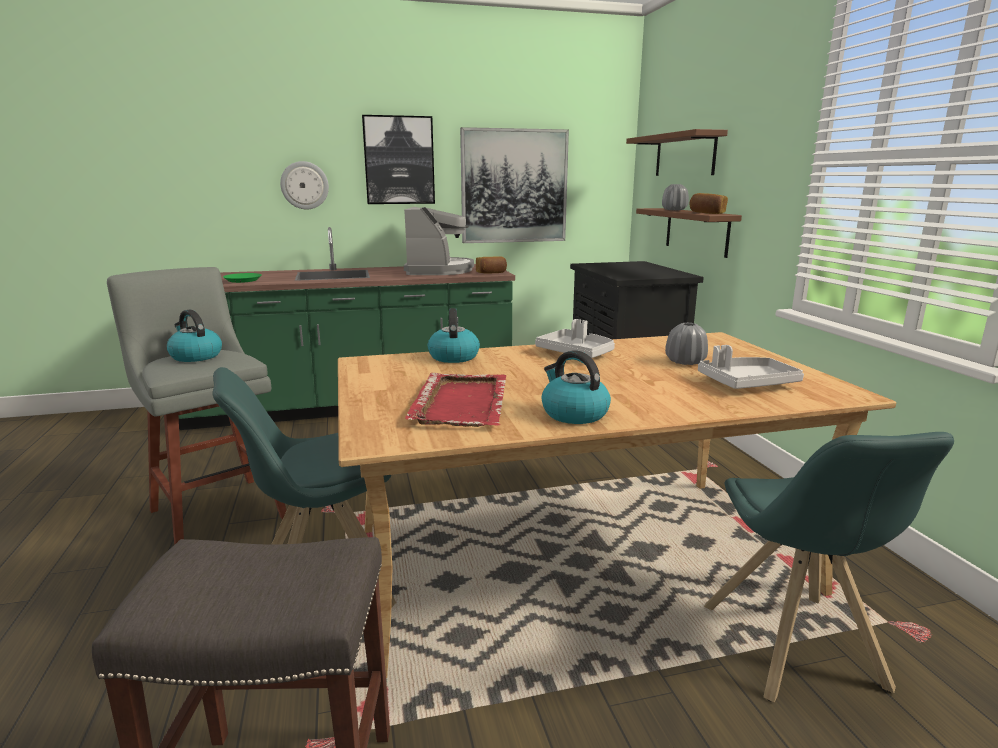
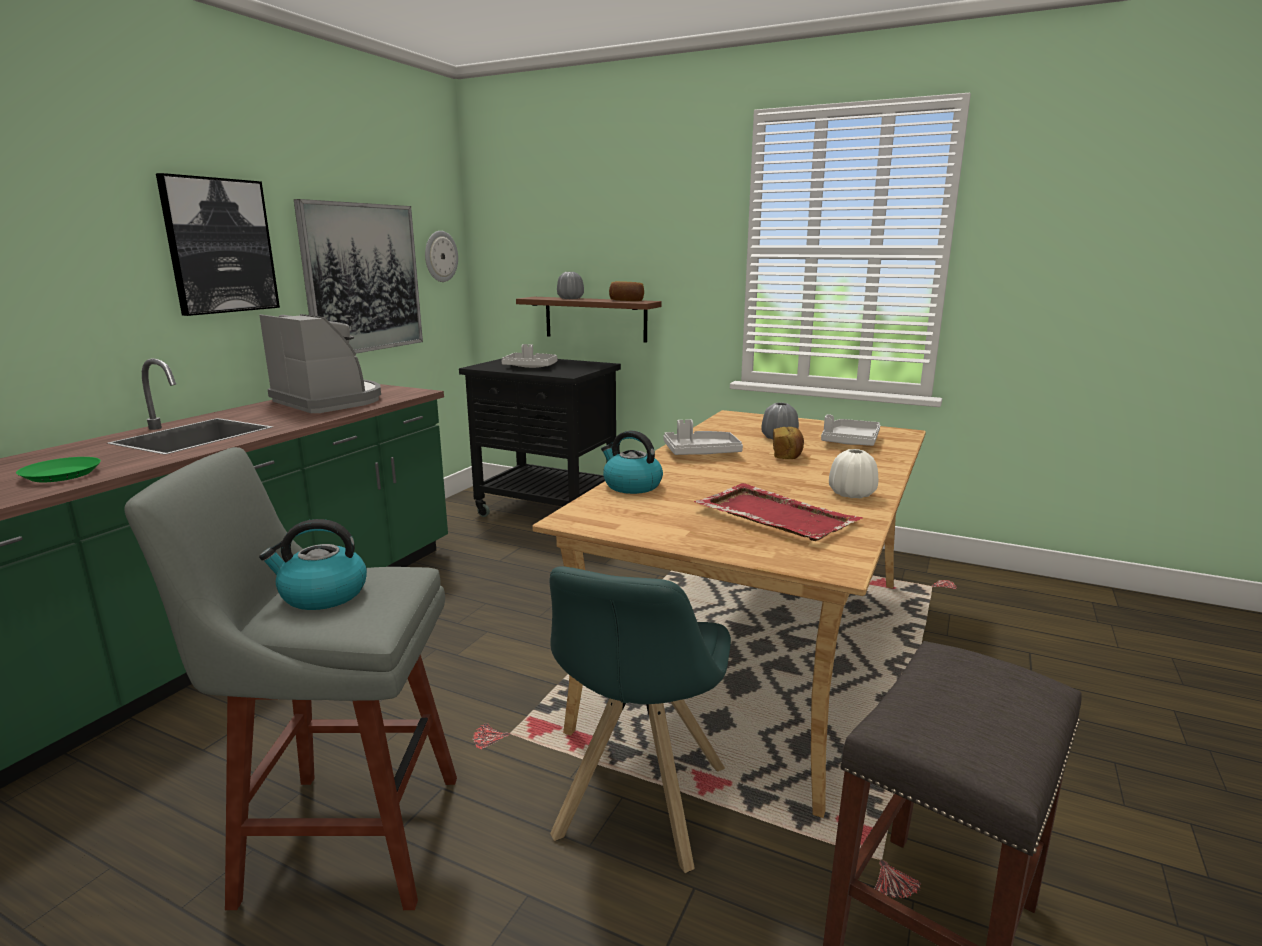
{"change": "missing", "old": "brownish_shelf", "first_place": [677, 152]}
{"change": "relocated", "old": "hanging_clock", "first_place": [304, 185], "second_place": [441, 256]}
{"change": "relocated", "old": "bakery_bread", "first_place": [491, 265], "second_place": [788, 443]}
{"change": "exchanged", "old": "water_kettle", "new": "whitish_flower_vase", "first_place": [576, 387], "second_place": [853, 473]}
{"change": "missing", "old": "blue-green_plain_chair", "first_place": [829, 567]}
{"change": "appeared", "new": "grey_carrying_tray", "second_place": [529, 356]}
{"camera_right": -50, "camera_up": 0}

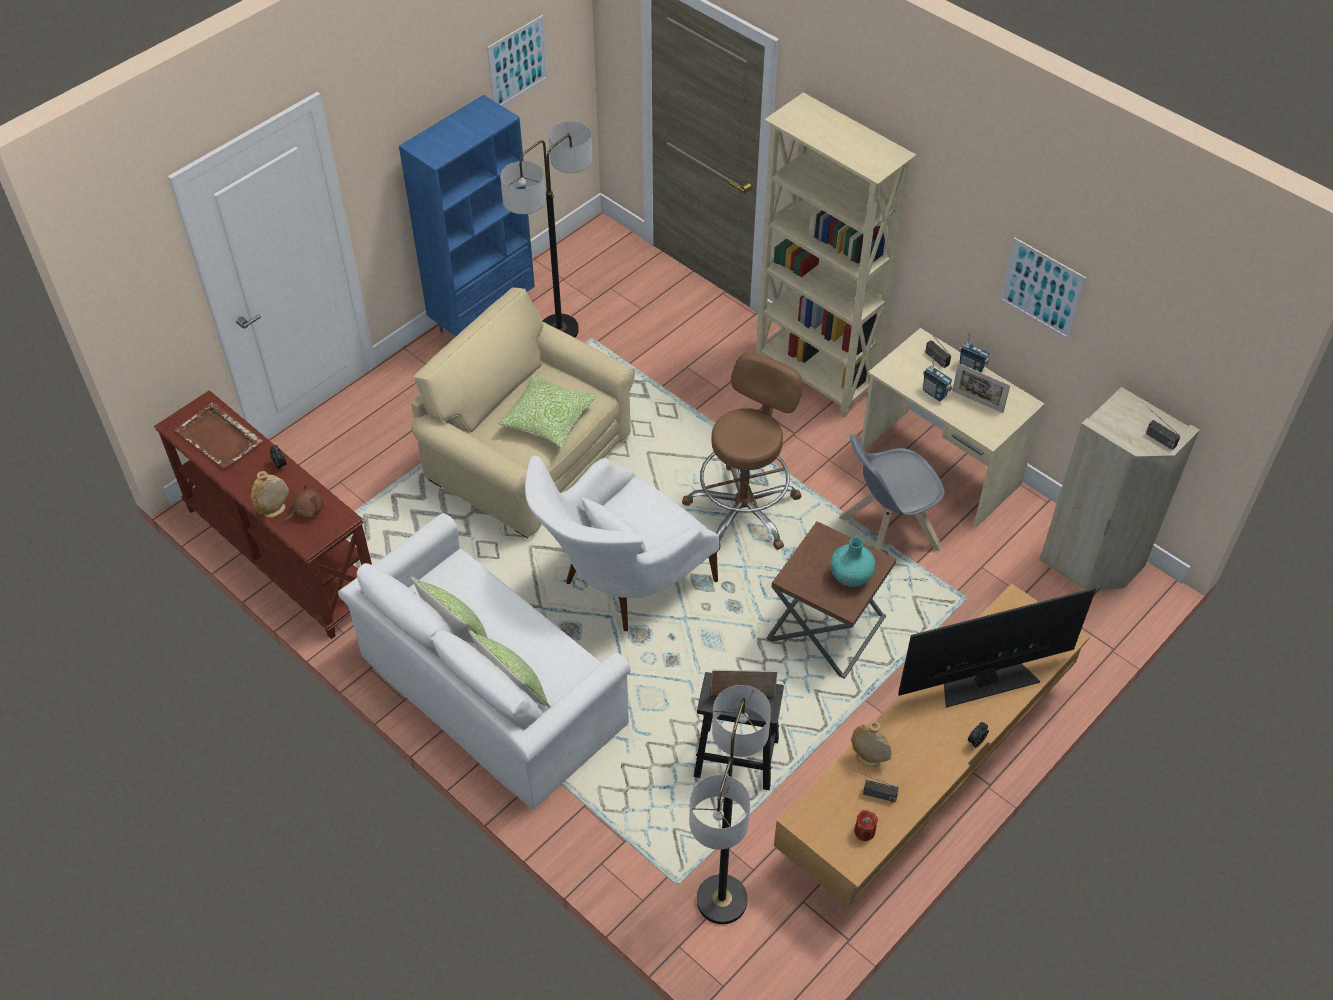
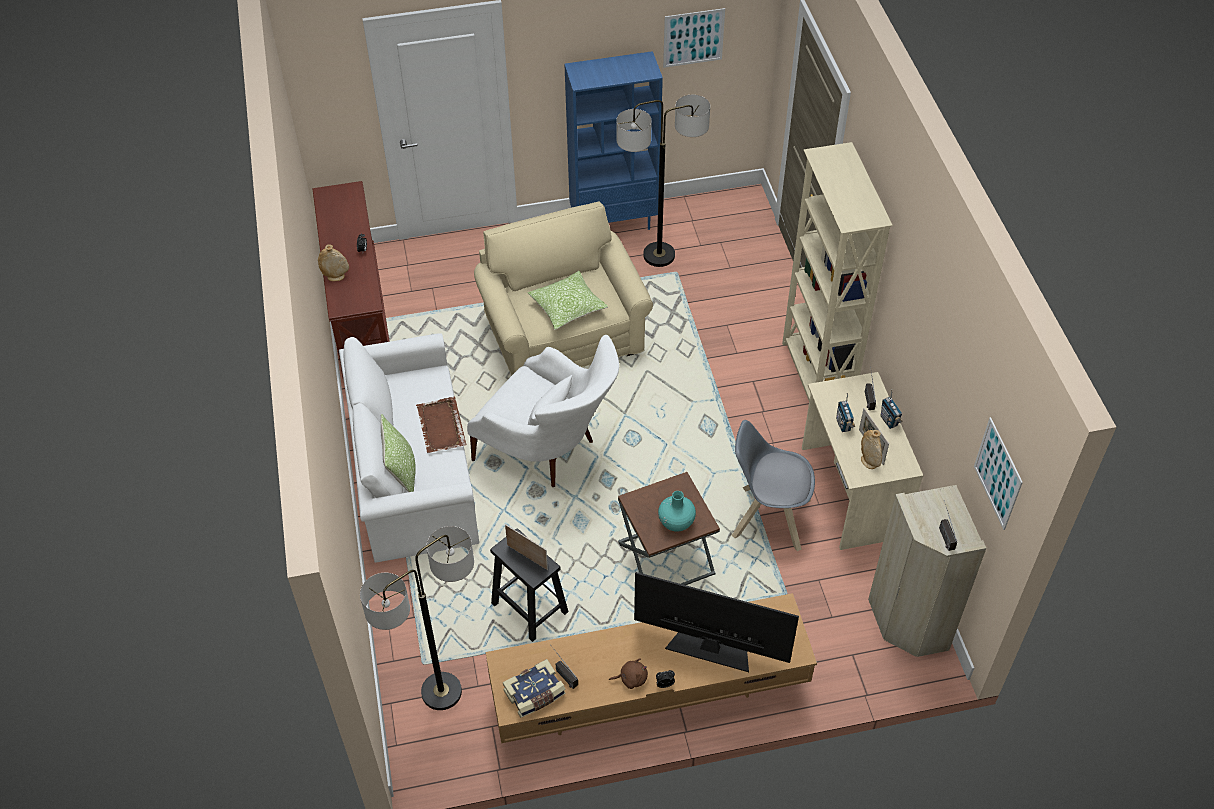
{"change": "relocated", "old": "wall_picture", "first_place": [1043, 288], "second_place": [998, 473]}
{"change": "missing", "old": "brownish_sitting_stool", "first_place": [742, 452]}
{"change": "relocated", "old": "brownish_carrying_tray", "first_place": [218, 435], "second_place": [441, 424]}
{"change": "spun", "old": "whitish_armchair", "first_place": [622, 543], "second_place": [543, 411], "degrees": -135}
{"change": "relocated", "old": "brownish_soft_toy", "first_place": [303, 503], "second_place": [628, 674]}
{"change": "missing", "old": "cushion", "first_place": [449, 609]}
{"change": "relocated", "old": "beige_flower_vase", "first_place": [871, 744], "second_place": [871, 449]}
{"change": "exchanged", "old": "red_wax_light", "new": "volume", "first_place": [866, 825], "second_place": [534, 688]}
{"camera_right": 35, "camera_up": 0}

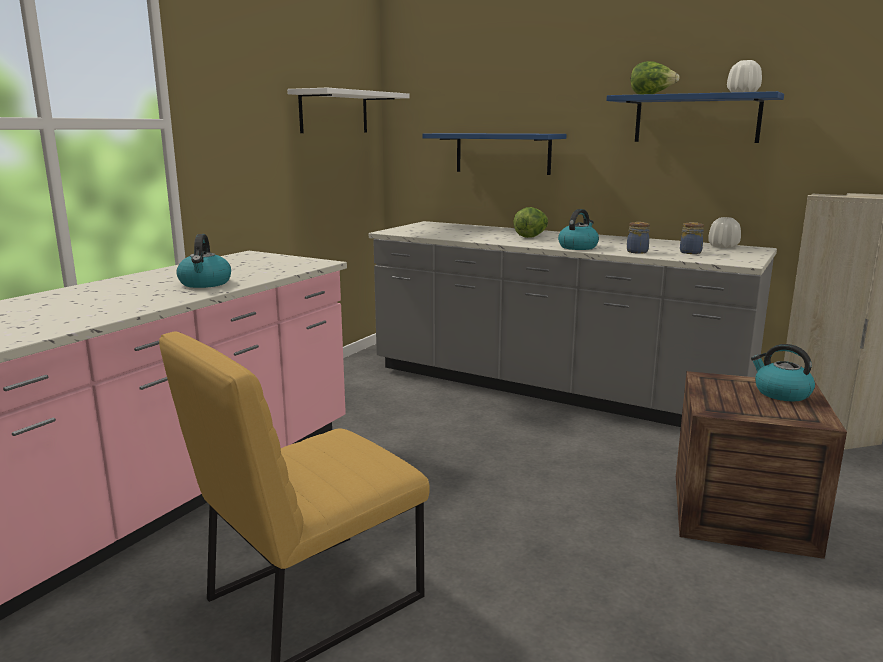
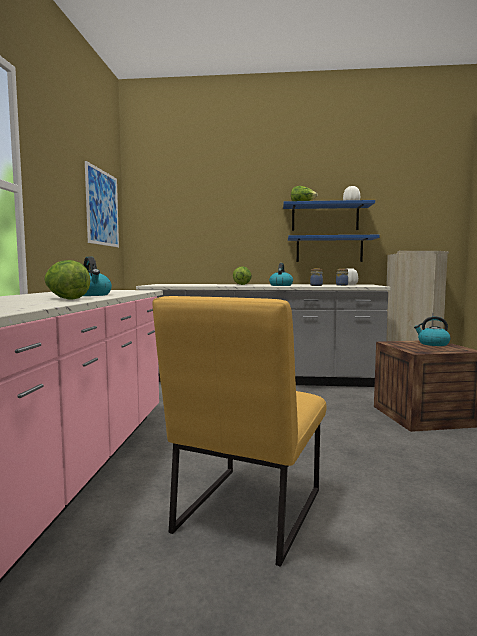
{"change": "exchanged", "old": "whitish_shelf", "new": "wall_picture", "first_place": [348, 110], "second_place": [102, 204]}
{"change": "relocated", "old": "blue_shelf", "first_place": [494, 154], "second_place": [333, 248]}
{"change": "appeared", "new": "head_of_lettuce", "second_place": [67, 280]}
{"camera_right": -25, "camera_up": -10}

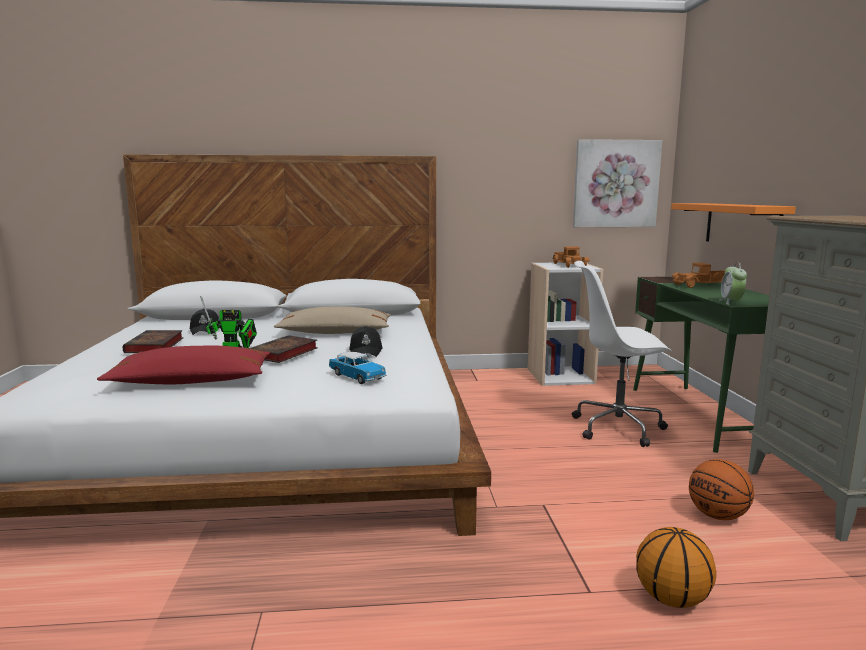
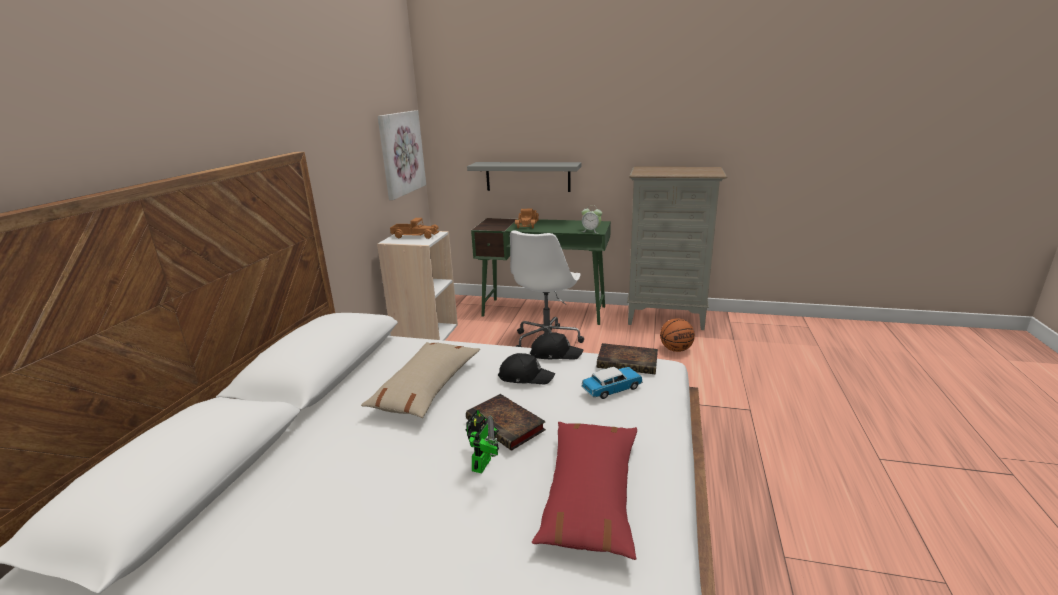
{"change": "colour", "old": "orange_shelf", "new": "grey_shelf", "first_place": [733, 222], "second_place": [524, 177]}
{"change": "relocated", "old": "black-coloured_cap", "first_place": [205, 322], "second_place": [556, 346]}
{"change": "relocated", "old": "volume", "first_place": [152, 341], "second_place": [627, 359]}
{"change": "missing", "old": "basketball", "first_place": [676, 567]}
{"camera_right": -70, "camera_up": 10}

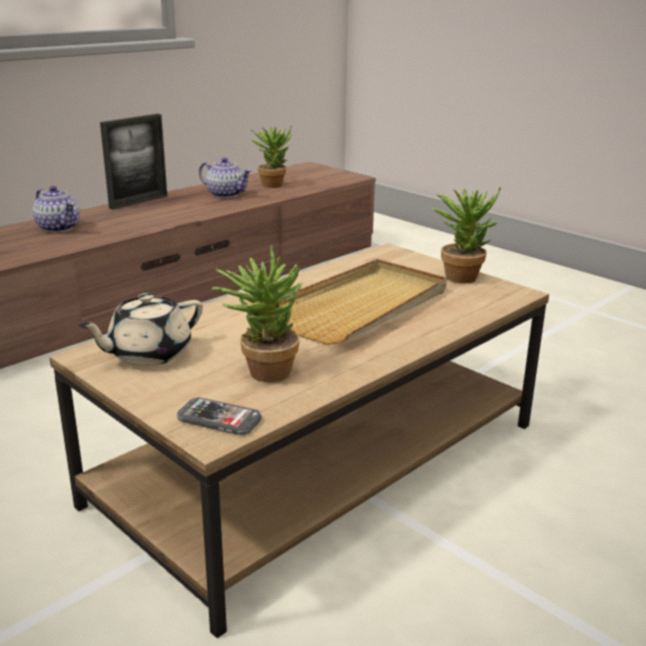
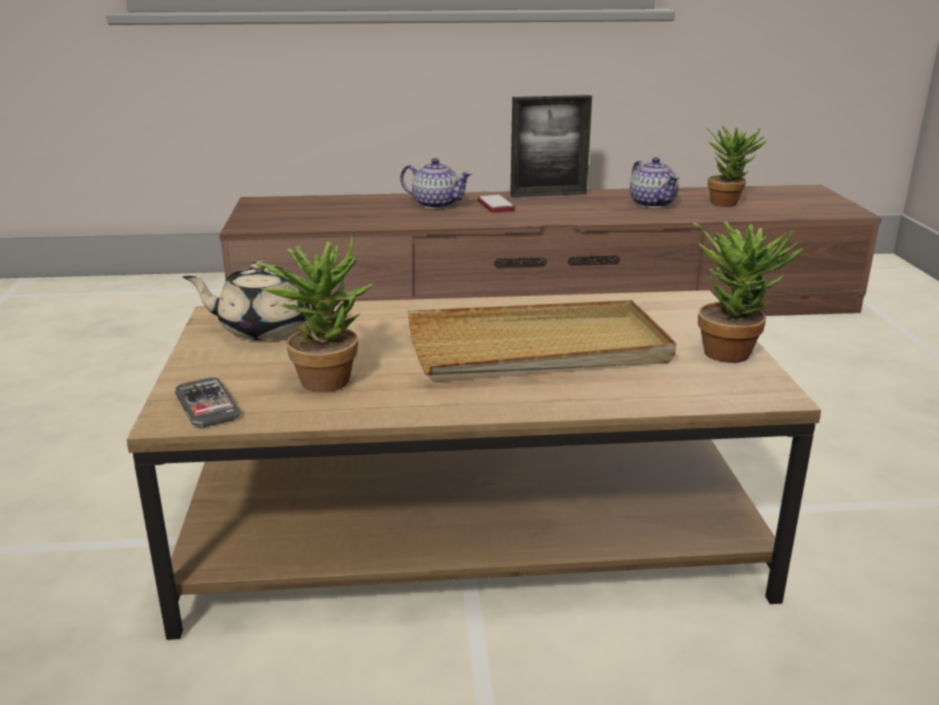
{"change": "spun", "old": "pot_for_tea", "first_place": [56, 209], "second_place": [436, 183], "degrees": -60}
{"change": "appeared", "new": "handset", "second_place": [496, 204]}
{"camera_right": 40, "camera_up": 0}

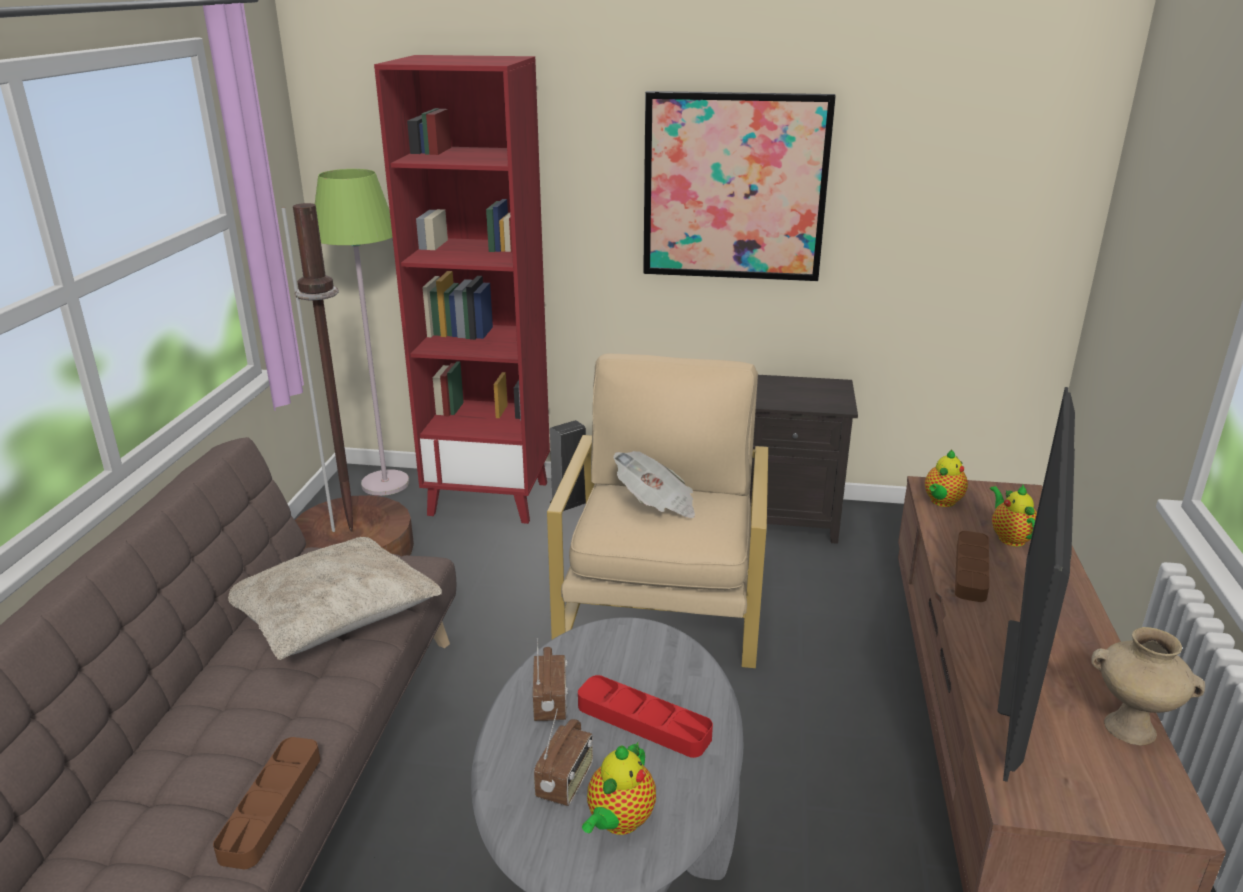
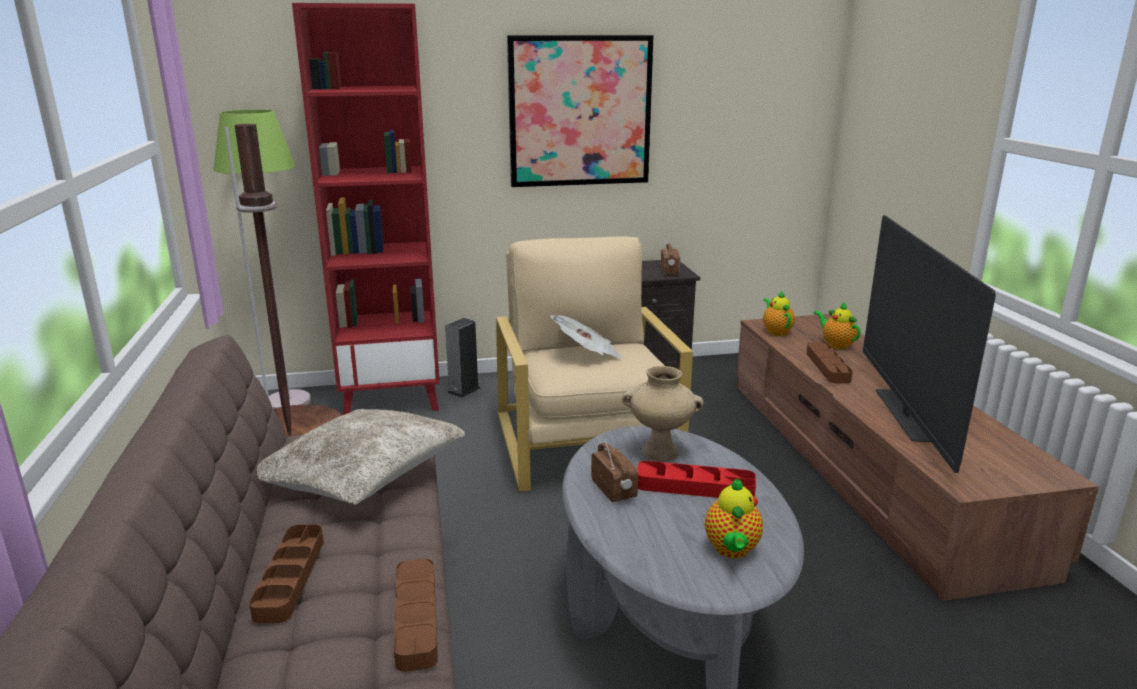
{"change": "spun", "old": "pot_for_tea", "first_place": [946, 478], "second_place": [779, 313], "degrees": 150}
{"change": "relocated", "old": "beige_flower_vase", "first_place": [1148, 686], "second_place": [662, 413]}
{"change": "relocated", "old": "radio_set", "first_place": [563, 757], "second_place": [671, 254]}
{"change": "appeared", "new": "brownish_carrying_tray", "second_place": [286, 573]}
{"camera_right": -20, "camera_up": -5}

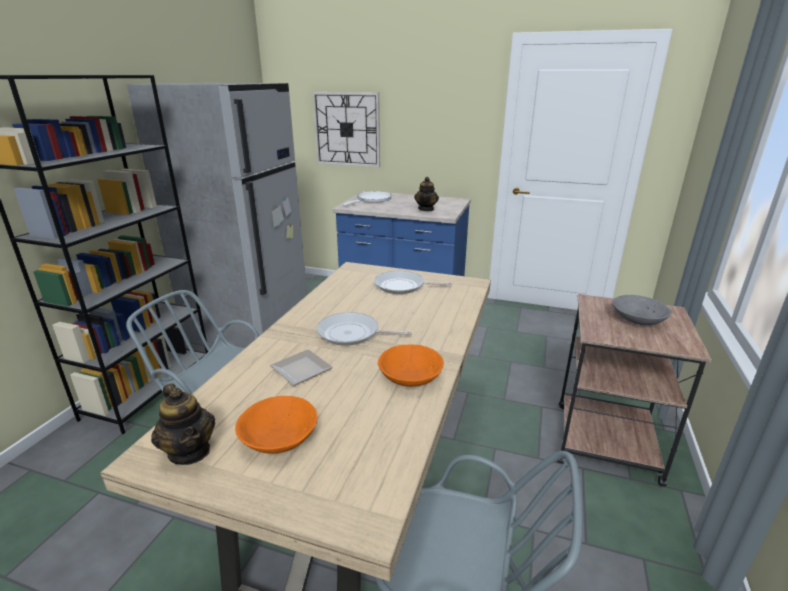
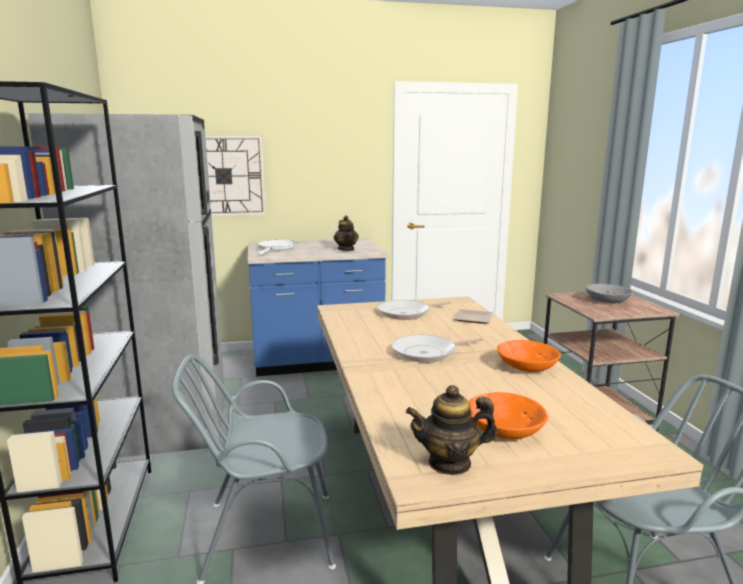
{"change": "relocated", "old": "plate", "first_place": [301, 367], "second_place": [473, 316]}
{"change": "spun", "old": "pot_for_tea", "first_place": [183, 424], "second_place": [452, 430], "degrees": 150}
{"camera_right": -30, "camera_up": -10}

